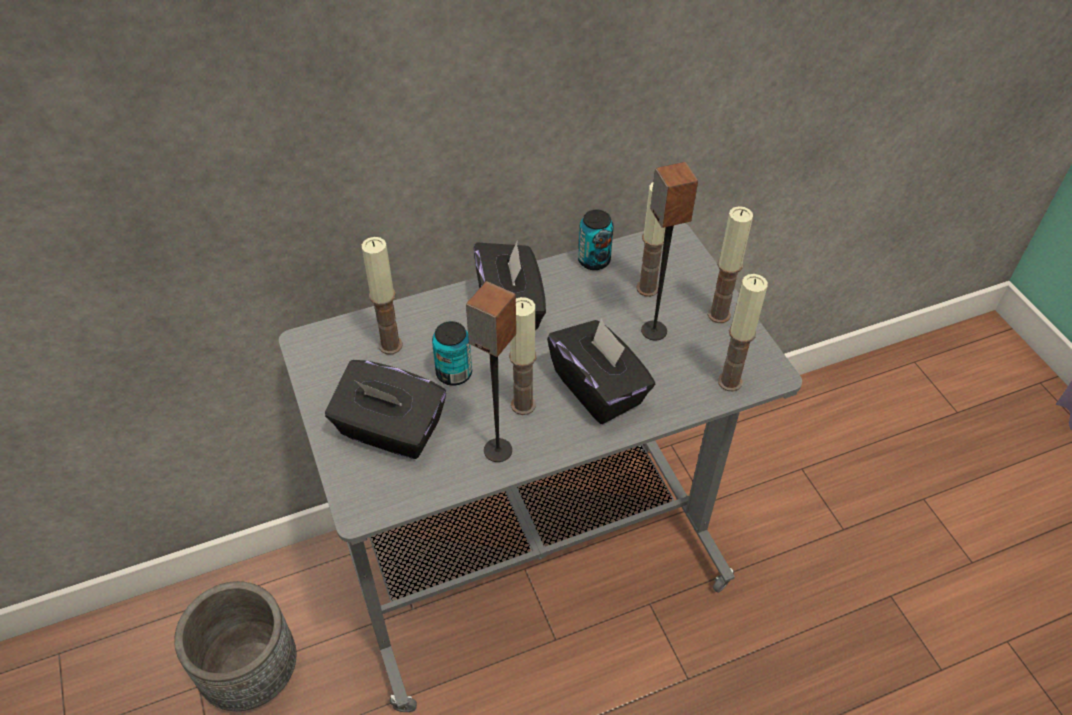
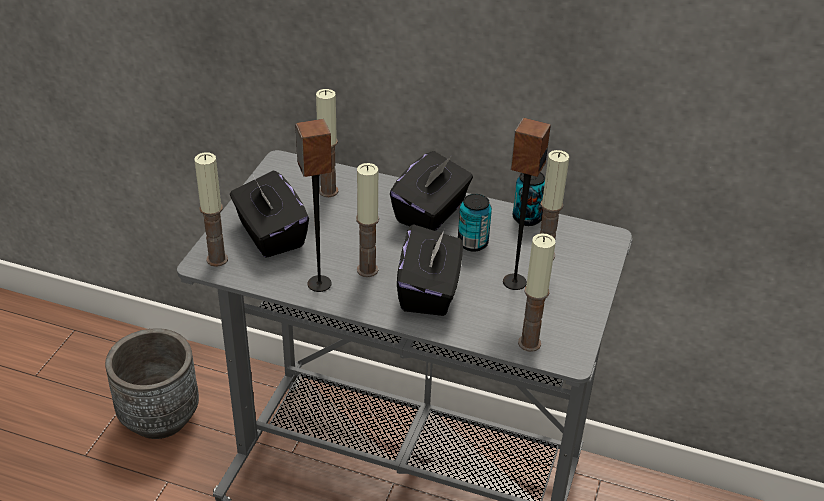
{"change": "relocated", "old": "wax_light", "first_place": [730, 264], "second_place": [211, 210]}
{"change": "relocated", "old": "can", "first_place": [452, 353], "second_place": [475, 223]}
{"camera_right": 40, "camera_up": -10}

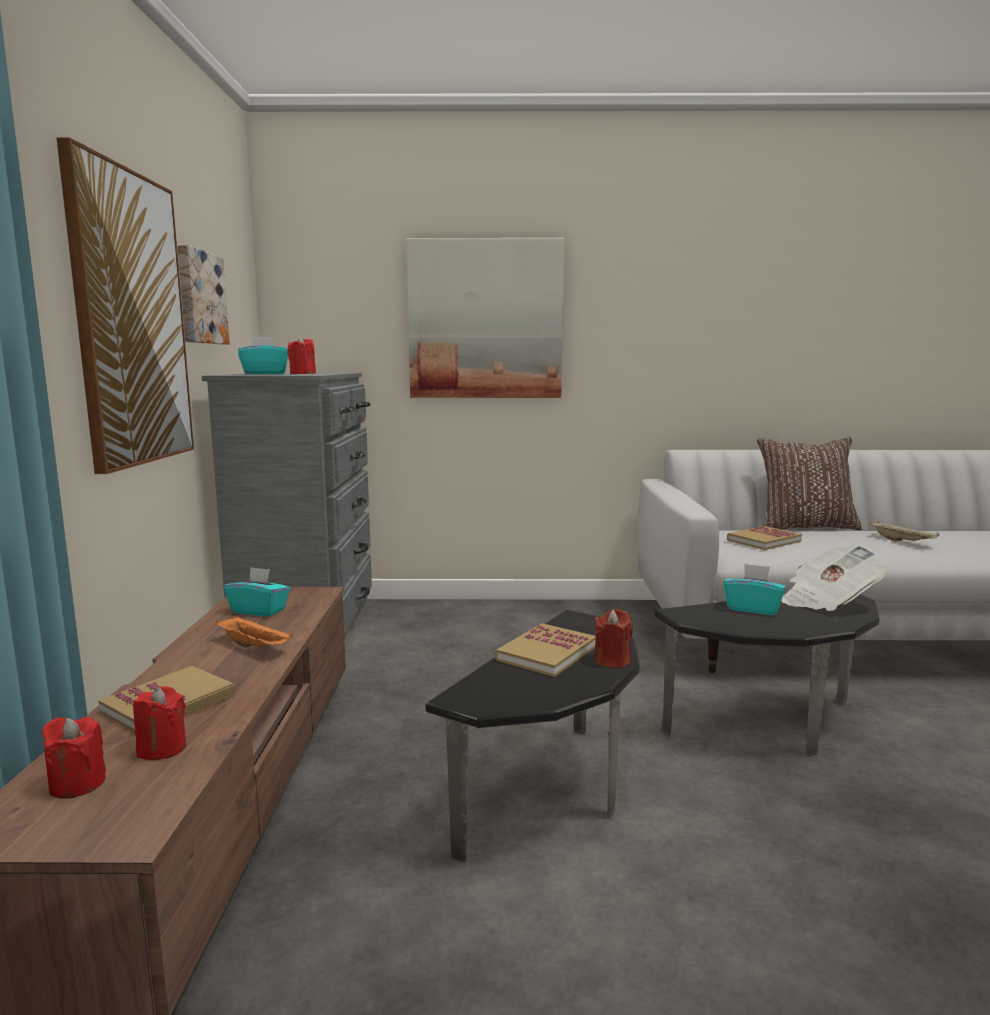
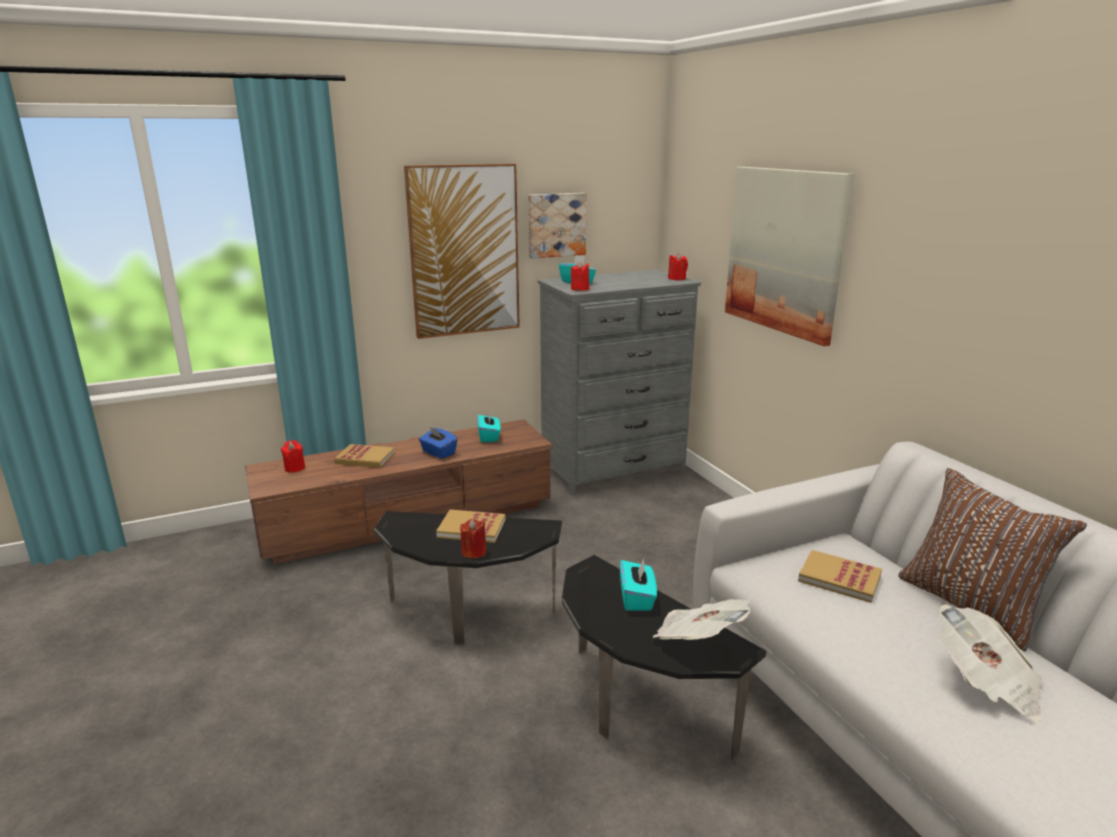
{"change": "exchanged", "old": "beige_carrying_tray", "new": "daily_paper", "first_place": [904, 531], "second_place": [991, 663]}
{"change": "exchanged", "old": "orange_carrying_tray", "new": "blue_tissue_box", "first_place": [253, 632], "second_place": [438, 443]}
{"change": "relocated", "old": "red_wax_light", "first_place": [159, 723], "second_place": [678, 266]}
{"camera_right": 65, "camera_up": 10}

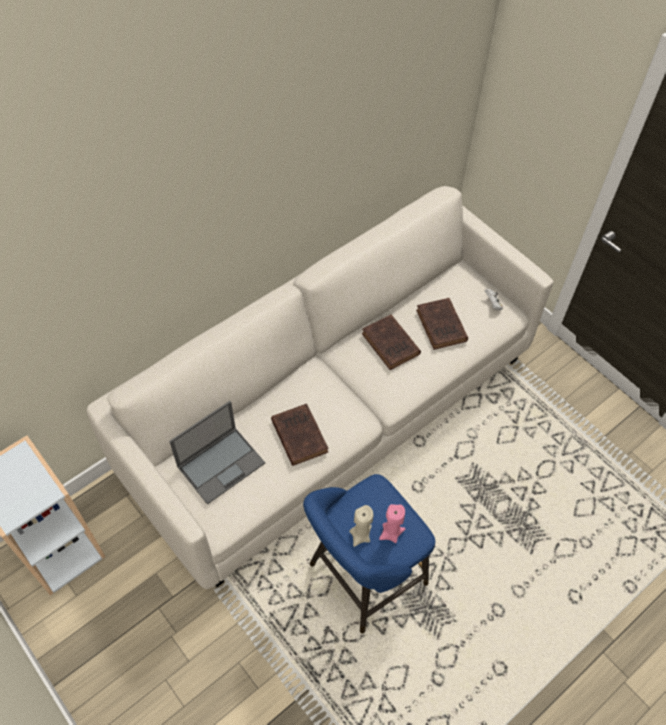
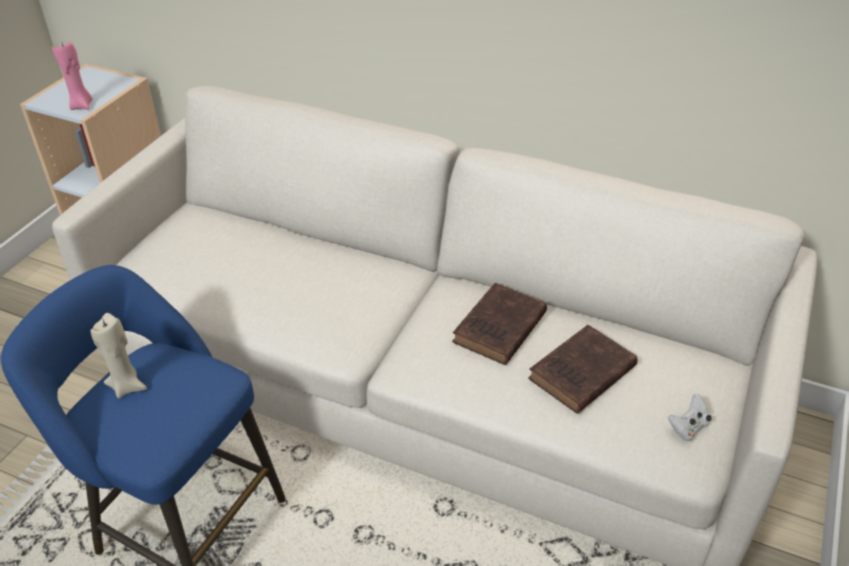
{"change": "missing", "old": "notebook_computer", "first_place": [217, 453]}
{"change": "missing", "old": "brownish_volume", "first_place": [299, 435]}
{"change": "relocated", "old": "pink-coloured_wax_light", "first_place": [392, 523], "second_place": [72, 75]}
{"camera_right": 65, "camera_up": -15}

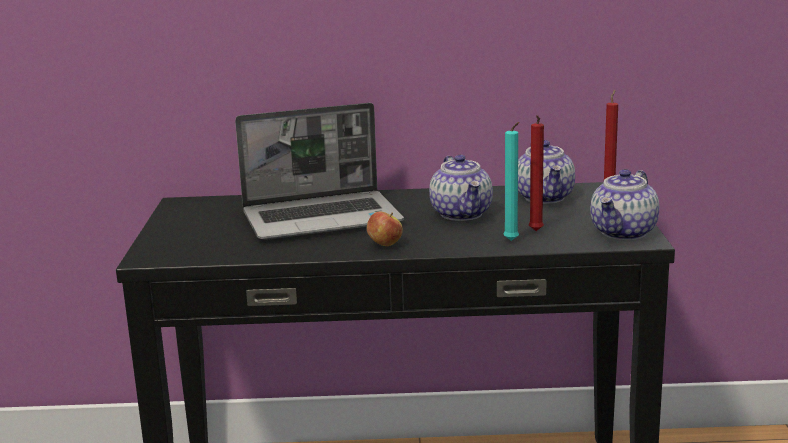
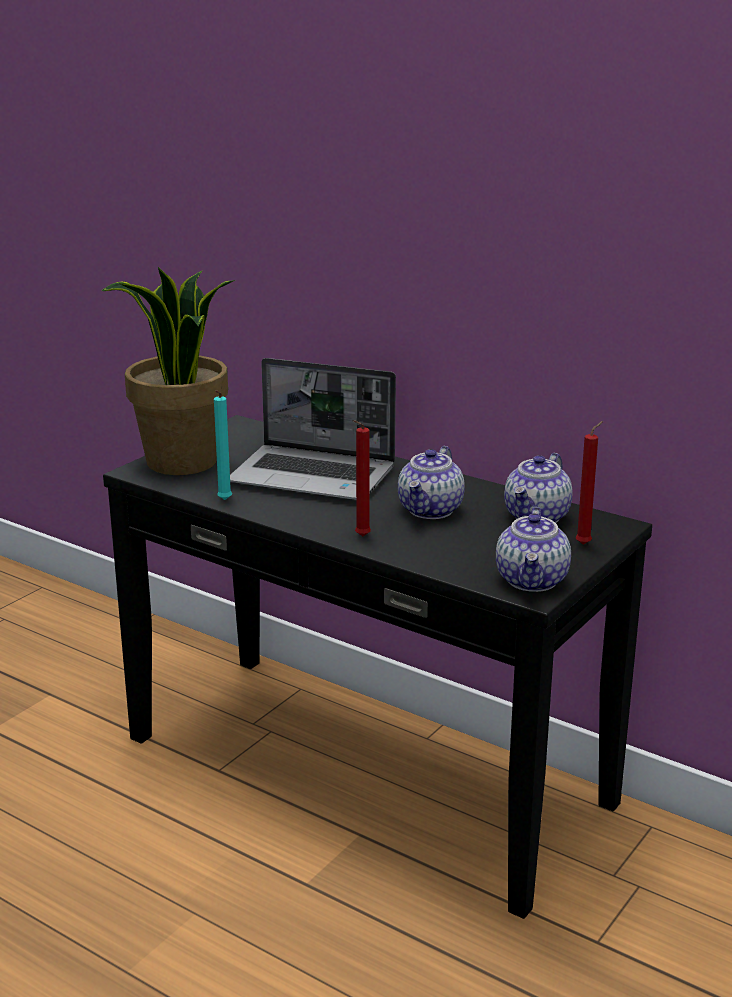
{"change": "relocated", "old": "red_wax_light", "first_place": [536, 173], "second_place": [362, 478]}
{"change": "relocated", "old": "blue-green_wax_light", "first_place": [511, 181], "second_place": [223, 445]}
{"change": "spun", "old": "pot_for_tea", "first_place": [624, 204], "second_place": [533, 549], "degrees": -60}
{"change": "missing", "old": "apple_fruit", "first_place": [385, 229]}
{"change": "appeared", "new": "plant_in_a_pot", "second_place": [168, 371]}
{"camera_right": 35, "camera_up": 5}

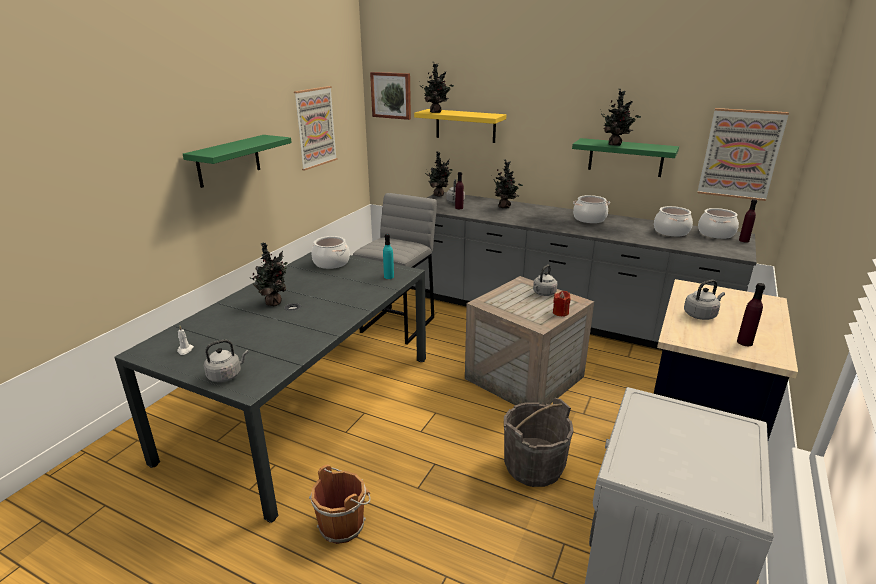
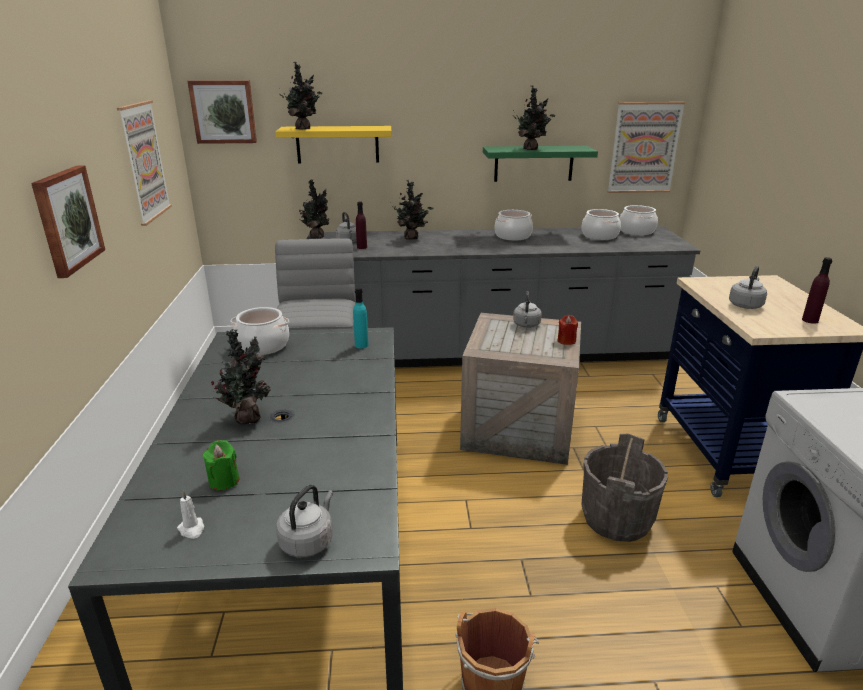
{"change": "exchanged", "old": "green-coloured_shelf", "new": "wall_picture", "first_place": [237, 161], "second_place": [68, 221]}
{"change": "missing", "old": "purple_bottle", "first_place": [748, 220]}
{"change": "appeared", "new": "green-coloured_wax_light", "second_place": [220, 465]}
{"camera_right": -30, "camera_up": 0}

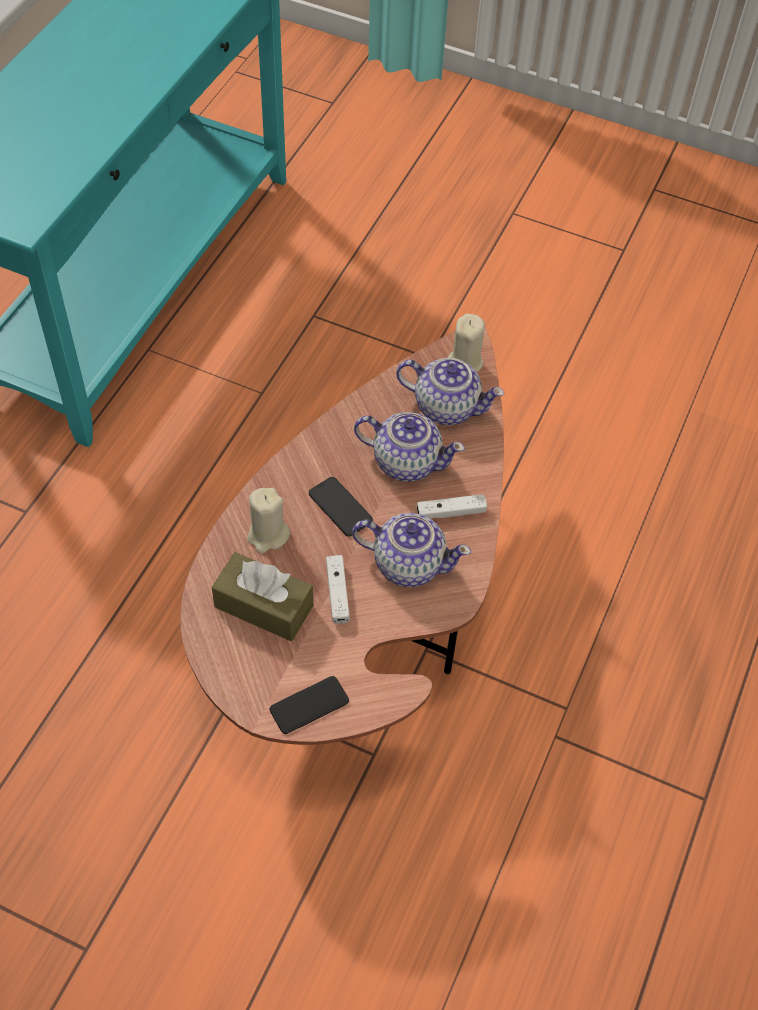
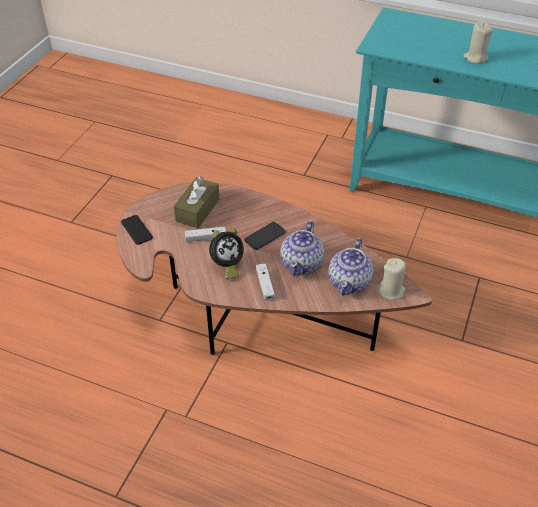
{"change": "relocated", "old": "beige_wax_light", "first_place": [268, 520], "second_place": [478, 42]}
{"change": "exchanged", "old": "pot_for_tea", "new": "table_clock", "first_place": [411, 550], "second_place": [226, 253]}
{"camera_right": 90, "camera_up": -10}

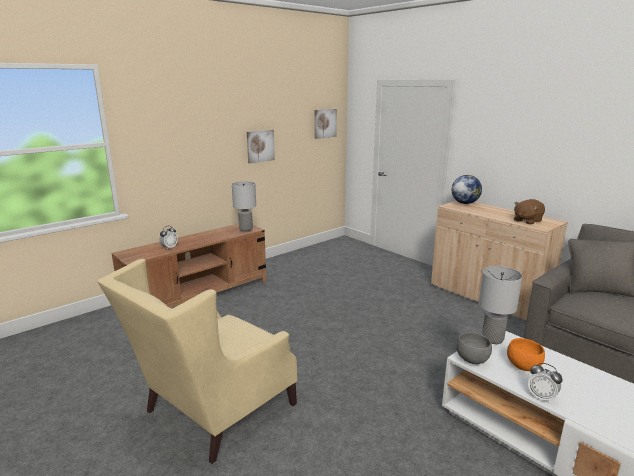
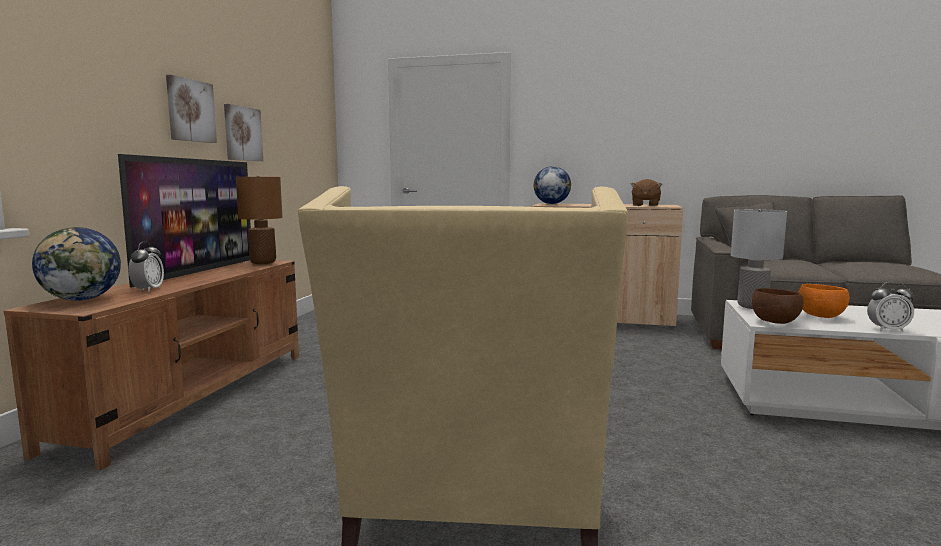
{"change": "relocated", "old": "wall_picture", "first_place": [326, 124], "second_place": [191, 109]}
{"change": "colour", "old": "grey_lamp_for_a_table", "new": "brownish_lamp_for_a_table", "first_place": [244, 206], "second_place": [259, 220]}
{"change": "colour", "old": "grey_deep_dish", "new": "brownish_deep_dish", "first_place": [474, 348], "second_place": [777, 306]}
{"change": "appeared", "new": "TV_set", "second_place": [184, 220]}
{"change": "appeared", "new": "globe", "second_place": [76, 264]}
{"camera_right": -35, "camera_up": -10}

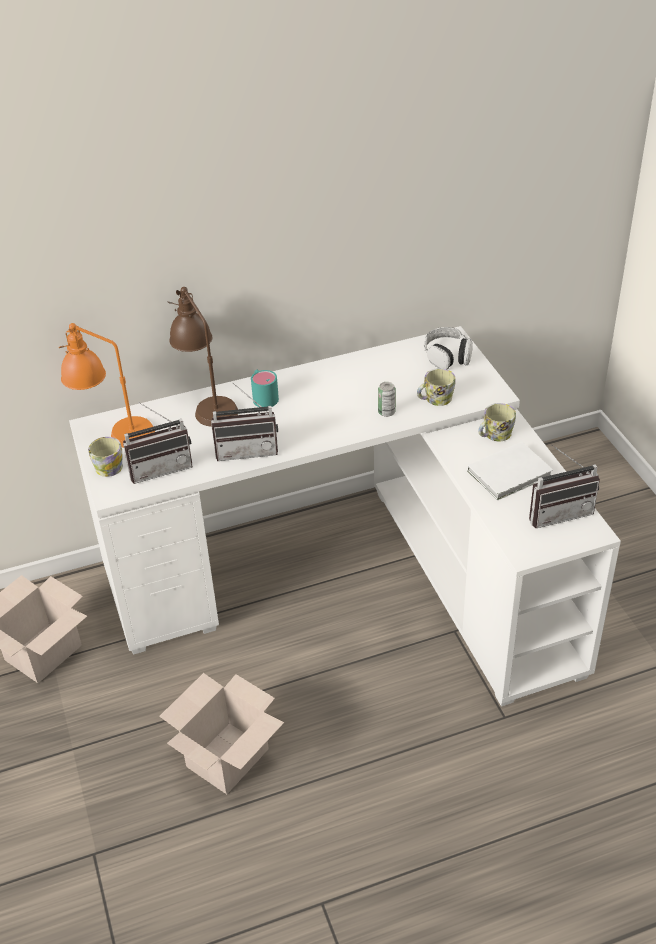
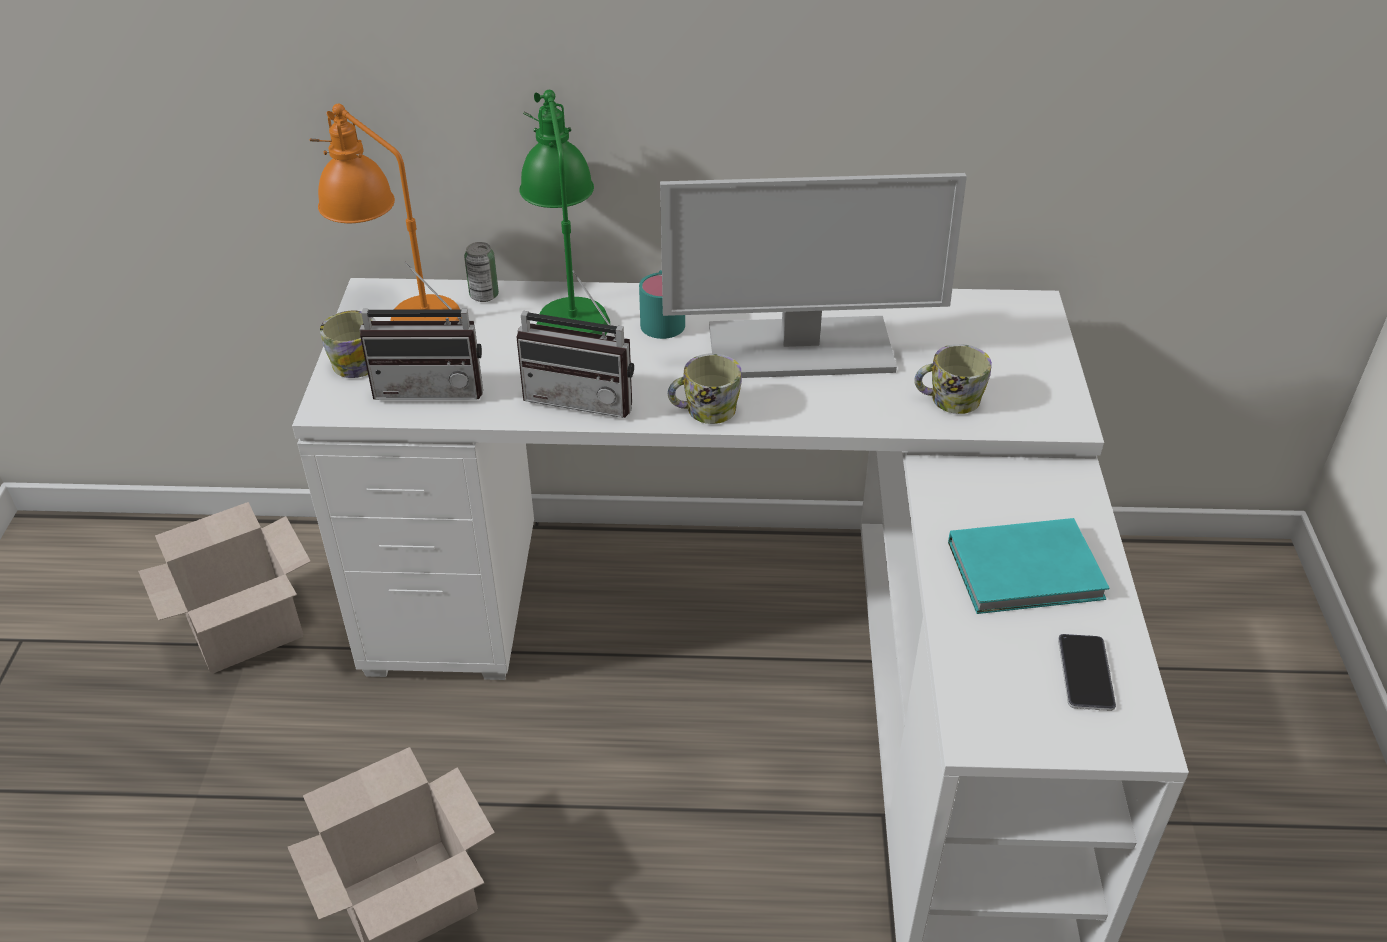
{"change": "colour", "old": "brownish_lamp_for_a_table", "new": "green-coloured_lamp_for_a_table", "first_place": [202, 357], "second_place": [564, 212]}
{"change": "missing", "old": "pair_of_headphones", "first_place": [448, 348]}
{"change": "relocated", "old": "can", "first_place": [387, 399], "second_place": [481, 272]}
{"change": "relocated", "old": "coffee_mug", "first_place": [497, 422], "second_place": [705, 388]}
{"change": "colour", "old": "whitish_volume", "new": "blue-green_volume", "first_place": [510, 471], "second_place": [1029, 566]}
{"change": "exchanged", "old": "radio_set", "new": "handset", "first_place": [564, 486], "second_place": [1087, 672]}
{"change": "appeared", "new": "computer_display", "second_place": [813, 275]}
{"camera_right": 20, "camera_up": 0}

